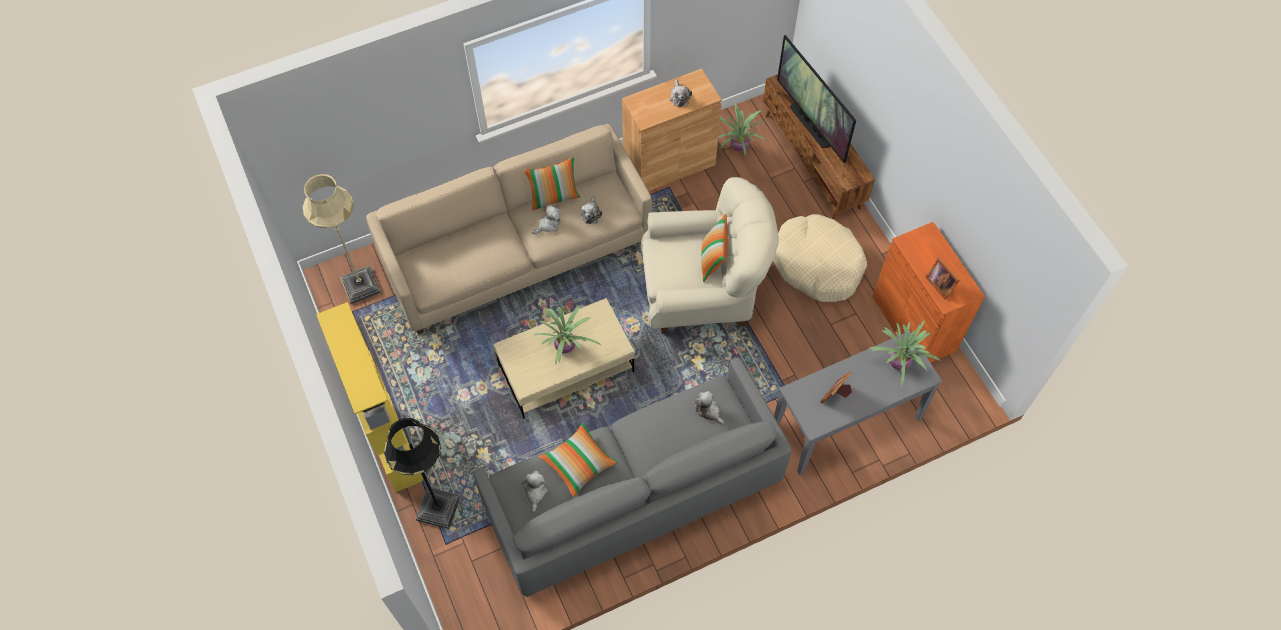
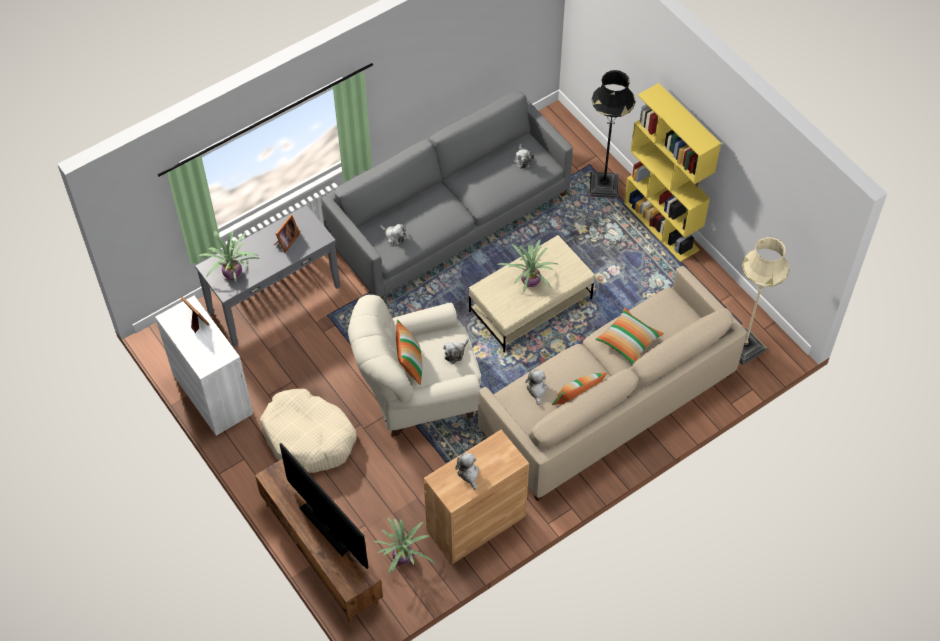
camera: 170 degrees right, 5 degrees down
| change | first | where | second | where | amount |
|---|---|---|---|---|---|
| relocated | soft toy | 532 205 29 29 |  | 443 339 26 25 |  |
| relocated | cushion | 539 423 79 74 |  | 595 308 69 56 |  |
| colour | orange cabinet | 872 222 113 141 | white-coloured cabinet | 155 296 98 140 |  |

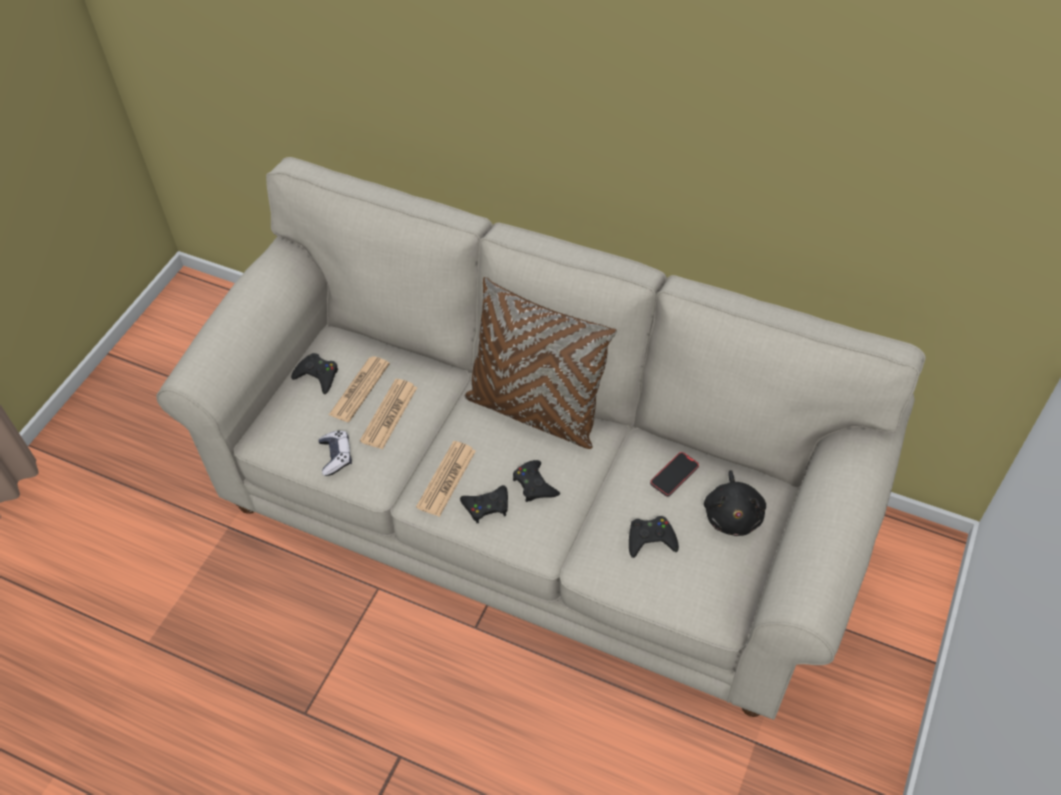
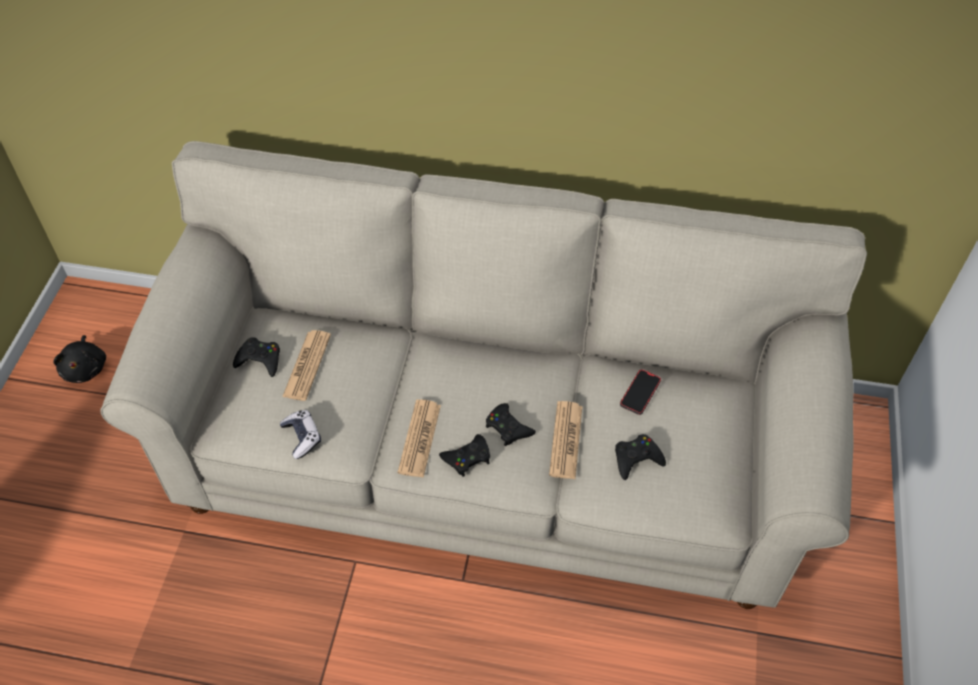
camera: 15 degrees left, 0 degrees up
| change | first | where | second | where | amount |
|---|---|---|---|---|---|
| missing | brownish cushion | 465 277 152 172 |  |  |  |
| relocated | daily paper | 360 379 58 70 |  | 549 401 33 78 |  |
| relocated | black-coloured soft toy | 704 470 62 66 |  | 53 335 53 48 |  |

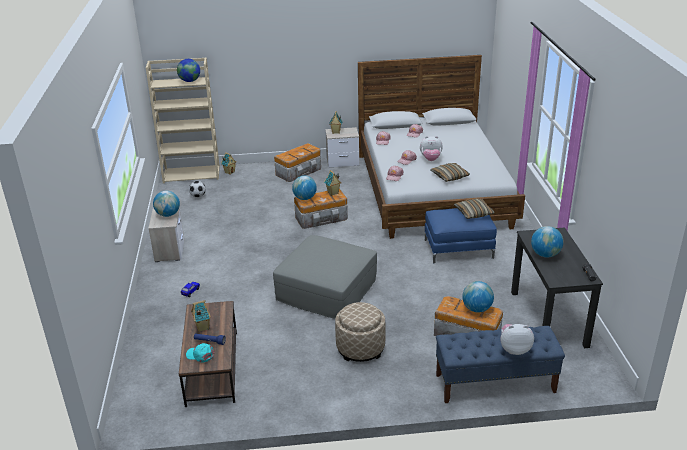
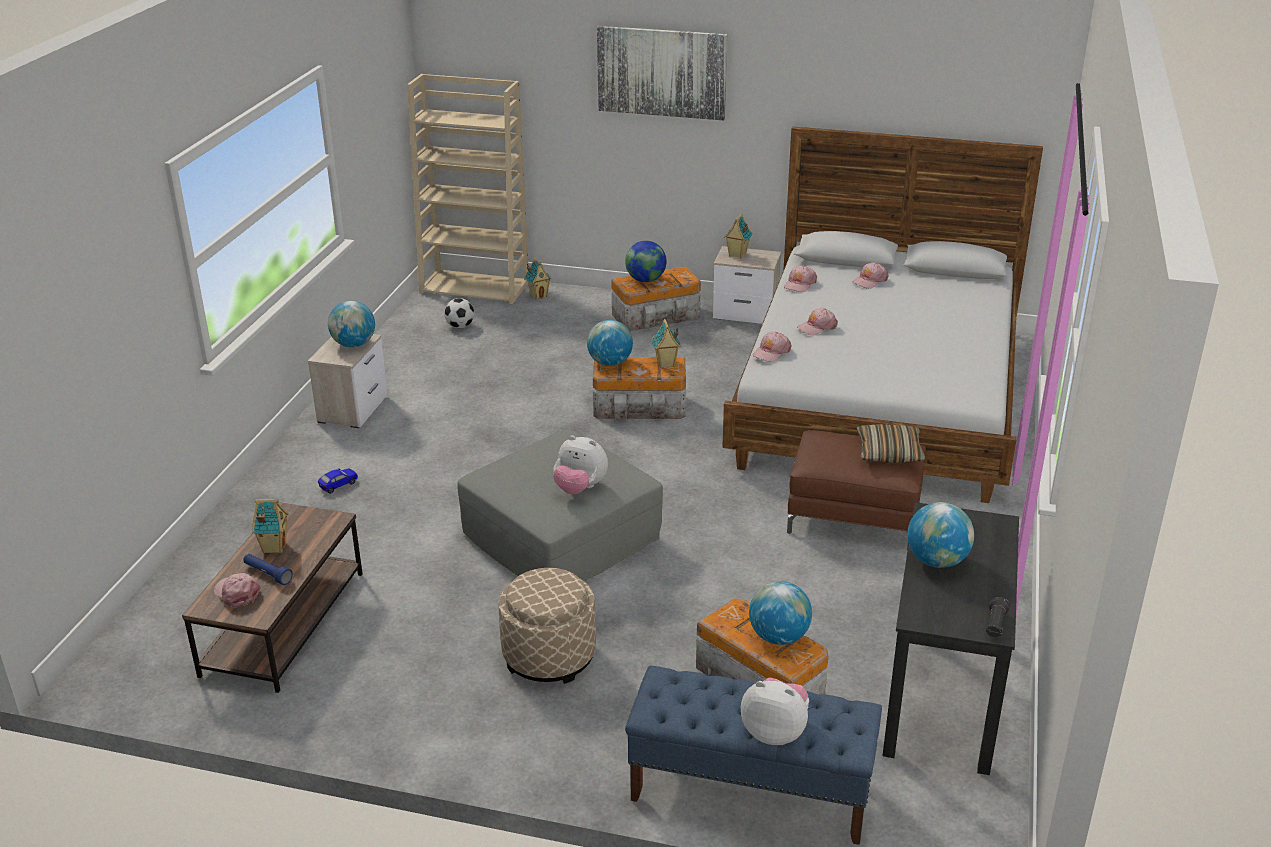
camera: 20 degrees right, 0 degrees up
| change | first | where | second | where | amount |
|---|---|---|---|---|---|
| missing | cushion | 430 163 40 19 |  |  |  |
| appeared |  |  | wall picture | 597 26 130 94 |  |
| relocated | desk globe | 177 59 23 23 |  | 625 241 42 41 |  |
| relocated | soft toy | 420 136 23 25 |  | 553 435 55 59 |  |
| colour | turquoise-coloured baseball cap | 186 343 28 20 | pink baseball cap | 214 573 47 35 |  |
| colour | blue-coloured ottoman | 425 208 72 55 | brownish ottoman | 787 430 139 120 |  |

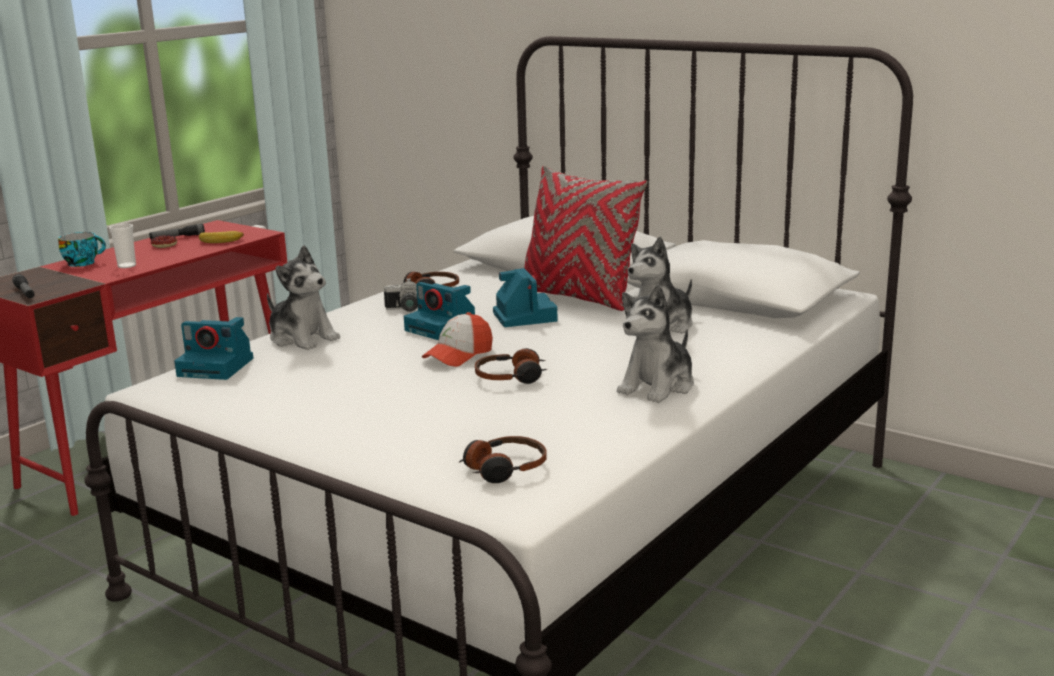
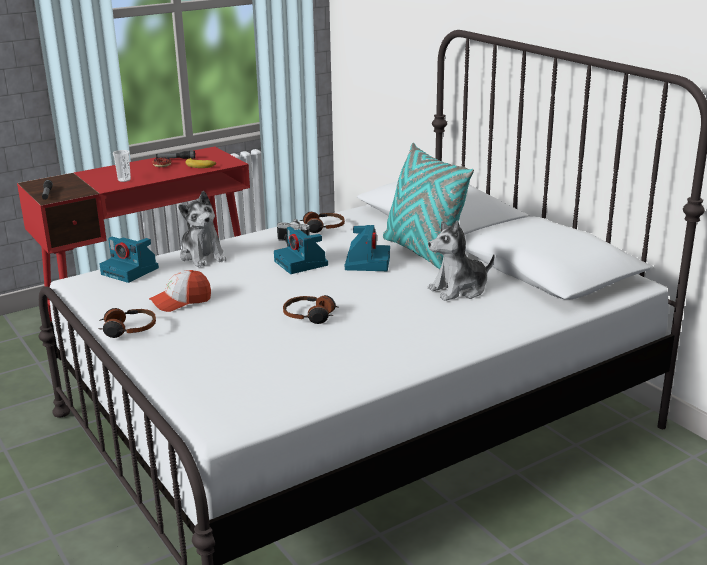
camera: 20 degrees right, 5 degrees up
| change | first | where | second | where | amount |
|---|---|---|---|---|---|
| missing | small cup | 58 232 48 35 |  |  |  |
| missing | soft toy | 617 285 77 118 |  |  |  |
| relocated | baseball cap | 422 312 71 55 |  | 149 270 62 42 |  |
| relocated | headset | 459 436 88 47 |  | 98 308 58 30 |  |
| colour | red cushion | 524 165 124 146 | turquoise-coloured cushion | 383 143 91 126 |  |

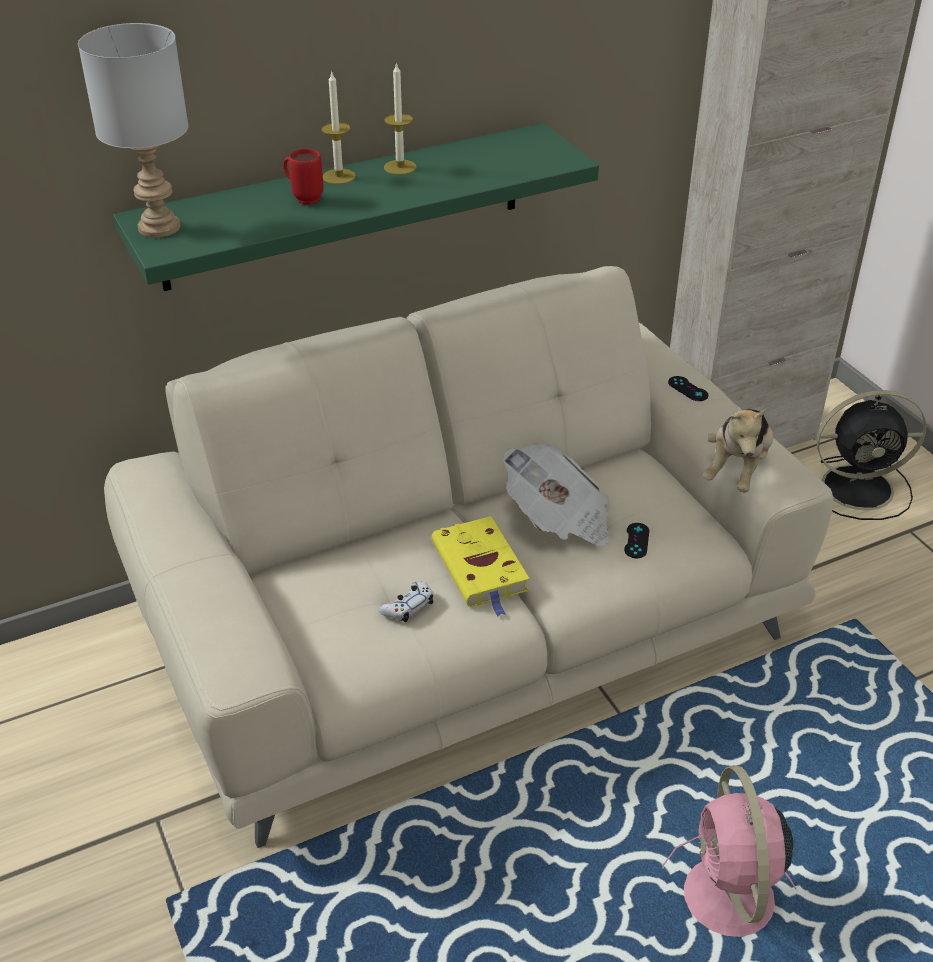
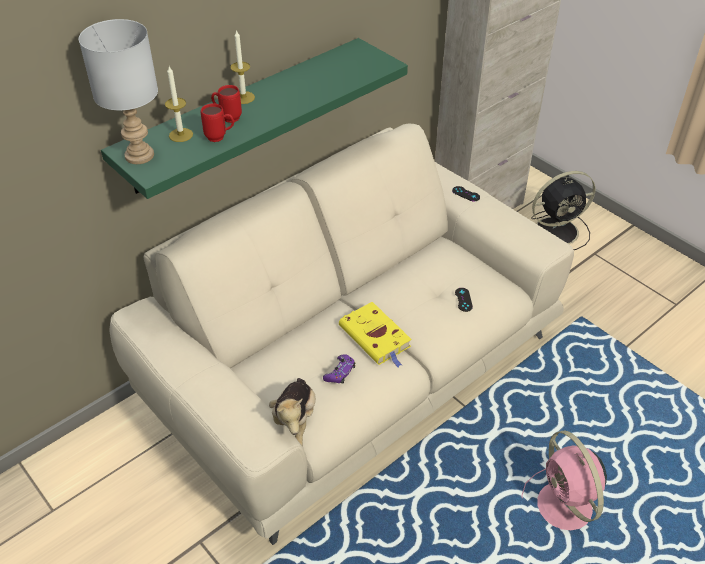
camera: 15 degrees left, 5 degrees up
| change | first | where | second | where | amount |
|---|---|---|---|---|---|
| missing | daily paper | 503 444 106 102 |  |  |  |
| appeared |  |  | red coffee mug | 201 103 33 39 |  |
| relocated | candle | 384 62 33 113 |  | 165 66 28 76 |  |
| relocated | soft toy | 703 407 70 85 |  | 269 378 47 69 |  |
| colour | white-coloured gamepad | 379 581 54 41 | purple gamepad | 323 354 32 30 |  |

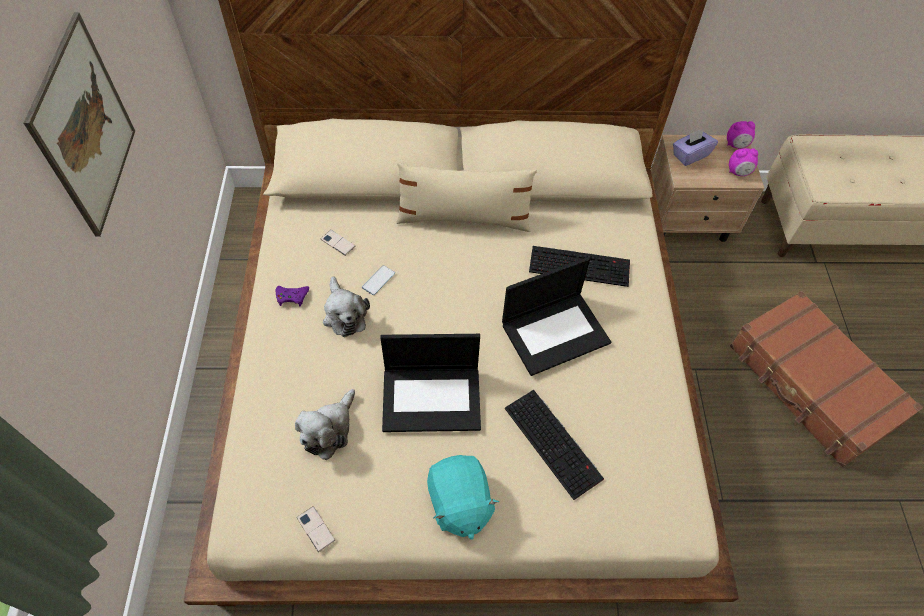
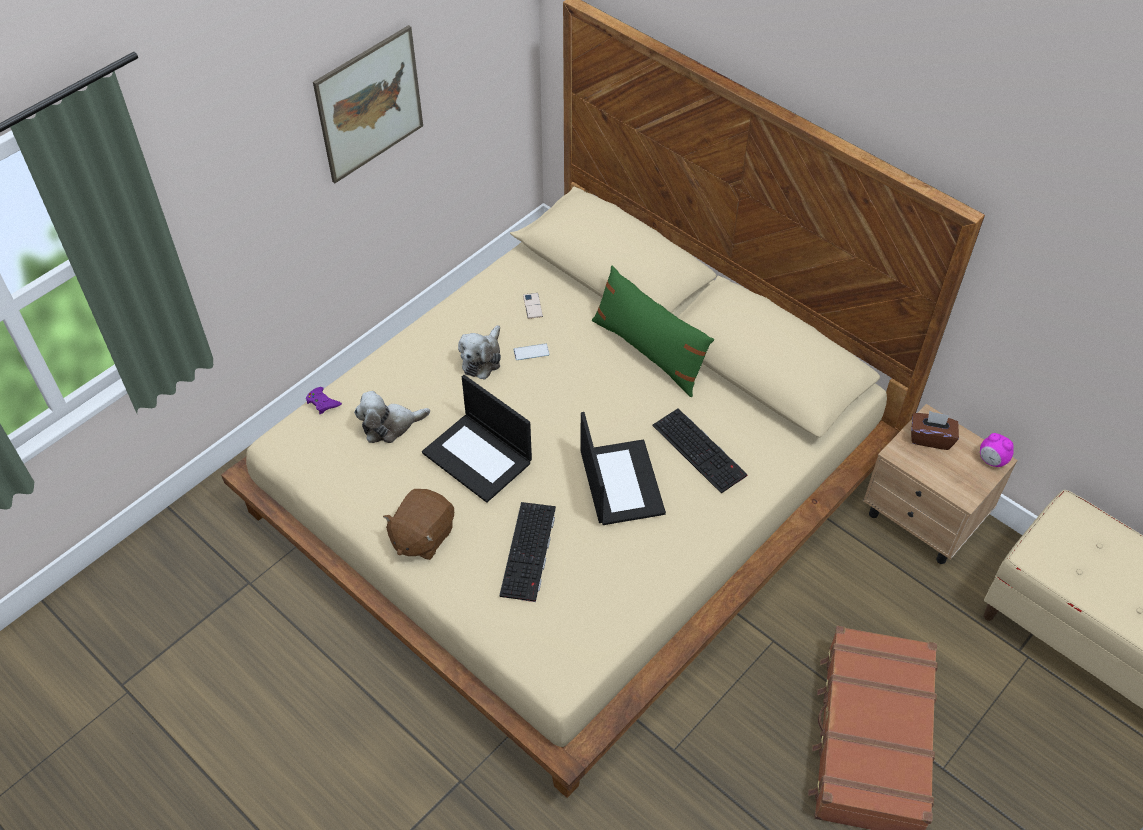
camera: 45 degrees right, 5 degrees down
| change | first | where | second | where | amount |
|---|---|---|---|---|---|
| missing | phone | 297 506 38 46 |  |  |  |
| missing | bedside clock | 729 148 29 28 |  |  |  |
| relocated | purple gamepad | 276 286 33 20 |  | 306 387 36 27 |  |
| colour | beige-coloured cushion | 396 163 141 69 | green-coloured cushion | 592 266 122 131 |  |
| colour | turquoise-coloured soft toy | 427 455 72 85 | brownish soft toy | 383 489 71 71 |  |
| colour | purple tissue holder | 673 128 45 38 | brownish tissue holder | 911 411 48 39 |  |
| spun | notebook computer | 502 257 109 119 |  | 580 412 86 113 | 120 degrees counterclockwise |

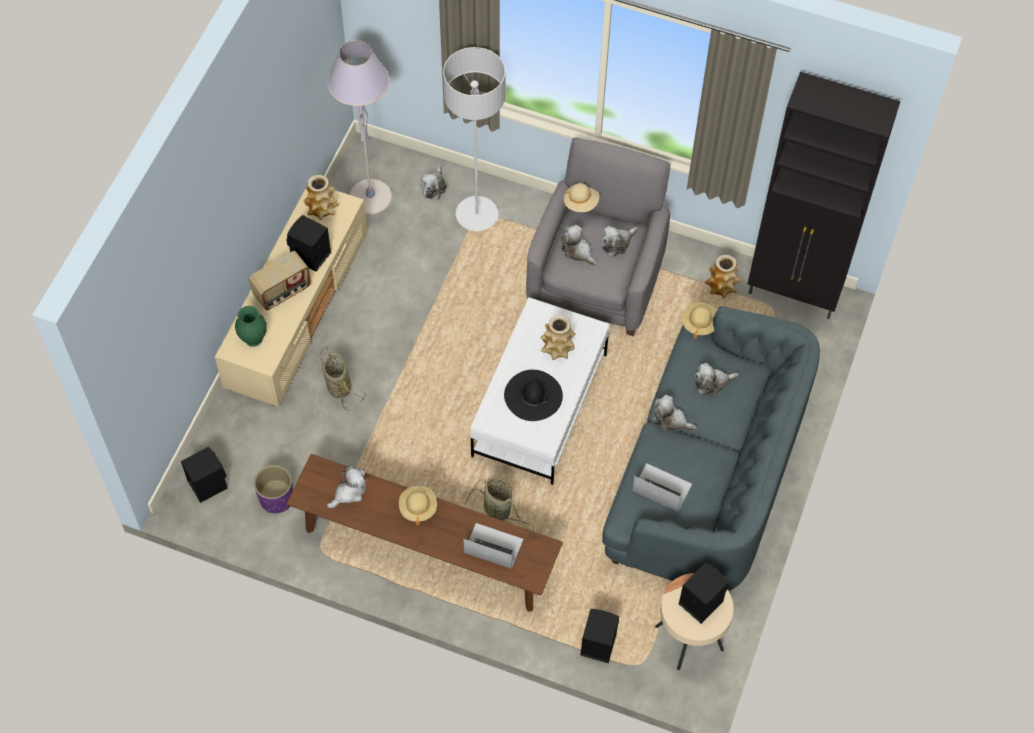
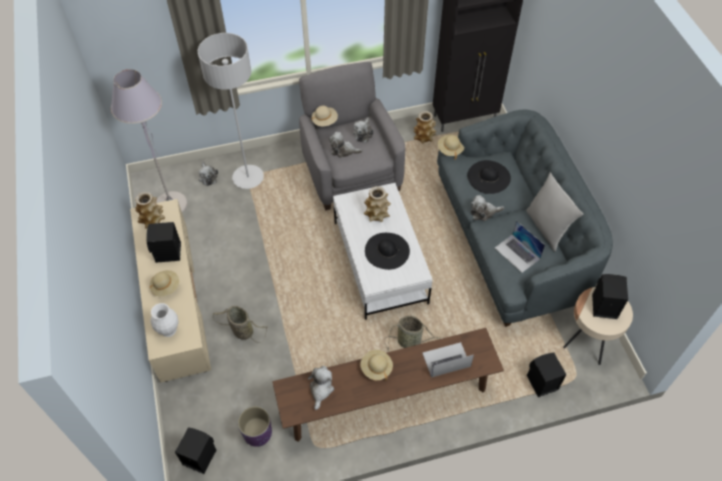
camera: 35 degrees left, 5 degrees down
| change | first | where | second | where | amount |
|---|---|---|---|---|---|
| appeared |  |  | greyish cushion | 526 172 57 80 |  |
| exchanged | radio | 249 251 62 60 | beige-coloured clothing hat | 150 270 29 27 |  |
| exchanged | soft toy | 695 363 44 32 | black-coloured clothing hat | 467 160 44 34 |  |
| colour | green-coloured decorative vase | 235 306 32 41 | white-coloured decorative vase | 151 303 27 34 |  |
| spun | notebook computer | 632 463 60 48 |  | 495 221 50 52 | 120 degrees counterclockwise |

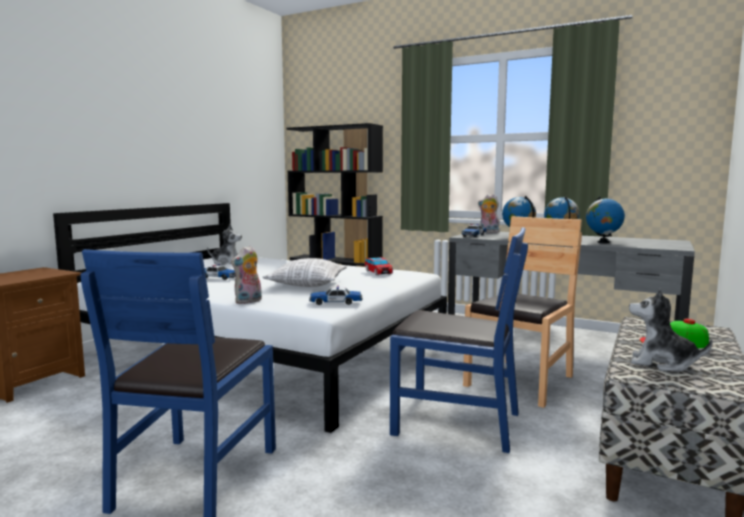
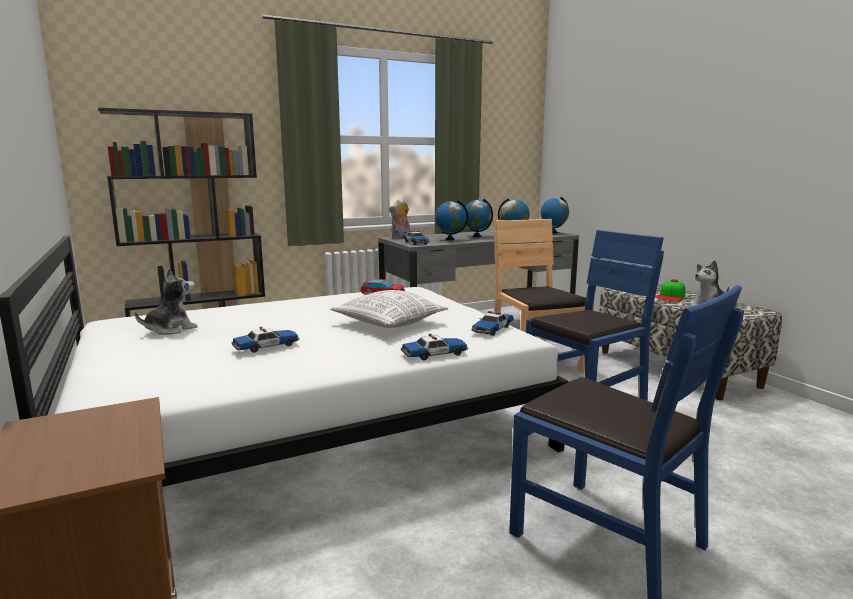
camera: 55 degrees left, 5 degrees up
| change | first | where | second | where | amount |
|---|---|---|---|---|---|
| appeared |  |  | desk globe | 540 197 29 37 |  |
| exchanged | soft toy | 231 246 31 58 | toy car | 401 334 67 26 |  |

